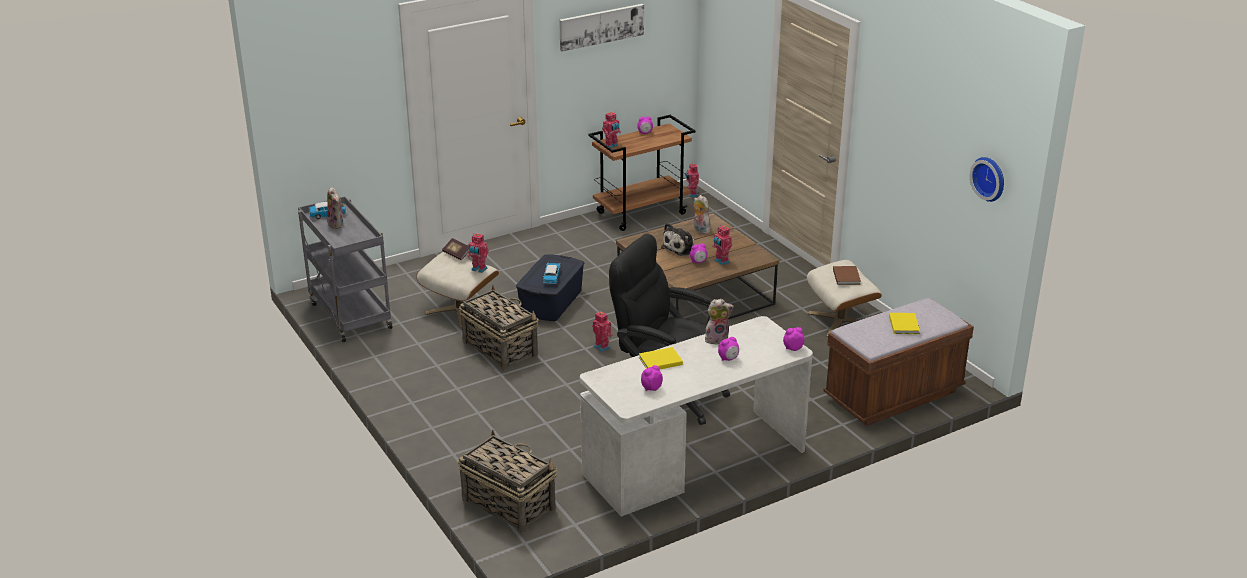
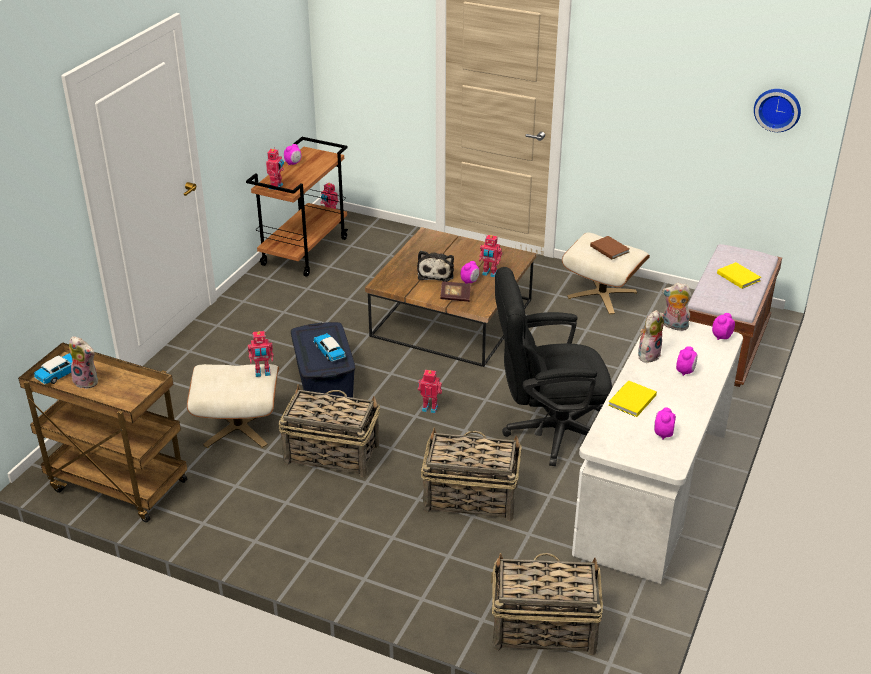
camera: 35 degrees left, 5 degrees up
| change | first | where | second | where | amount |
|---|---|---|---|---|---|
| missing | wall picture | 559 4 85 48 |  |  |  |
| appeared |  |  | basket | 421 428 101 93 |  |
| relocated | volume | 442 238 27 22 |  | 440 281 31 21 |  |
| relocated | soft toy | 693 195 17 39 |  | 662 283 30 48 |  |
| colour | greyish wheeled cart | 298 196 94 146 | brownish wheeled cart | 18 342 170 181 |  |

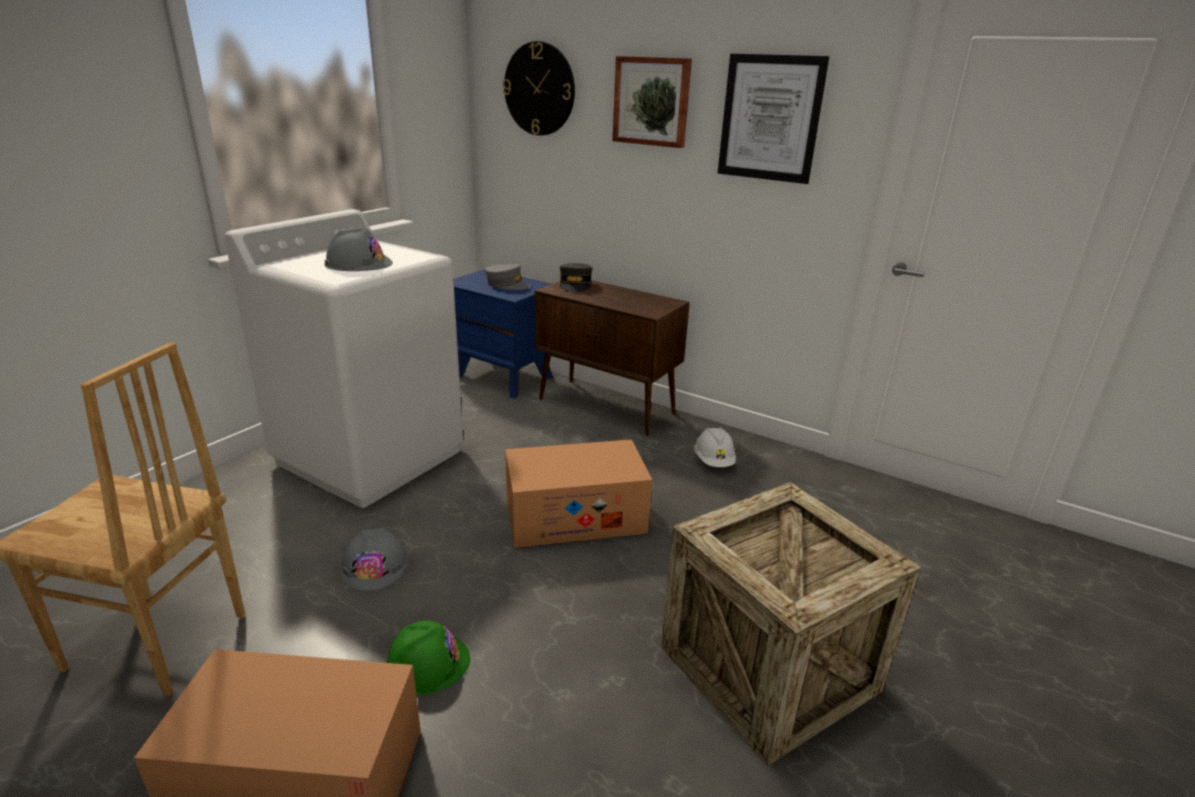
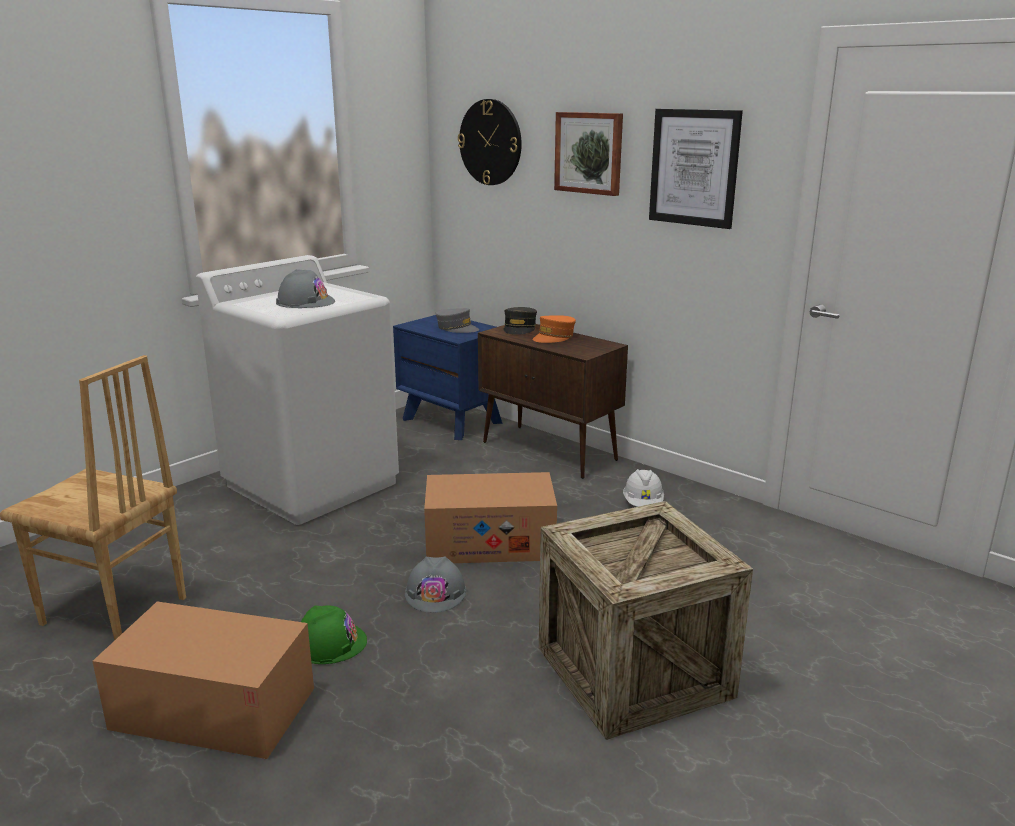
camera: 10 degrees right, 5 degrees down
| change | first | where | second | where | amount |
|---|---|---|---|---|---|
| appeared |  |  | orange baseball cap | 533 315 43 28 |  |
| relocated | greyish safety helmet | 340 528 68 63 |  | 405 557 61 56 |  |

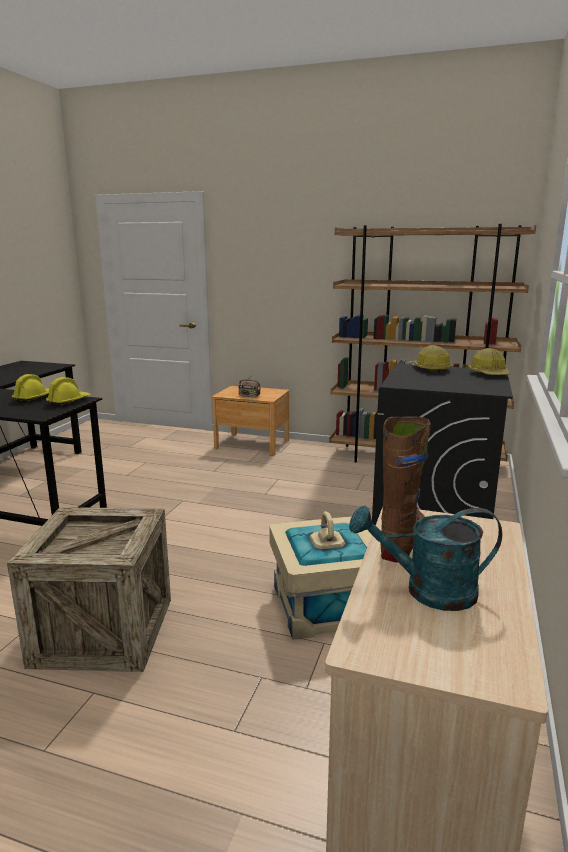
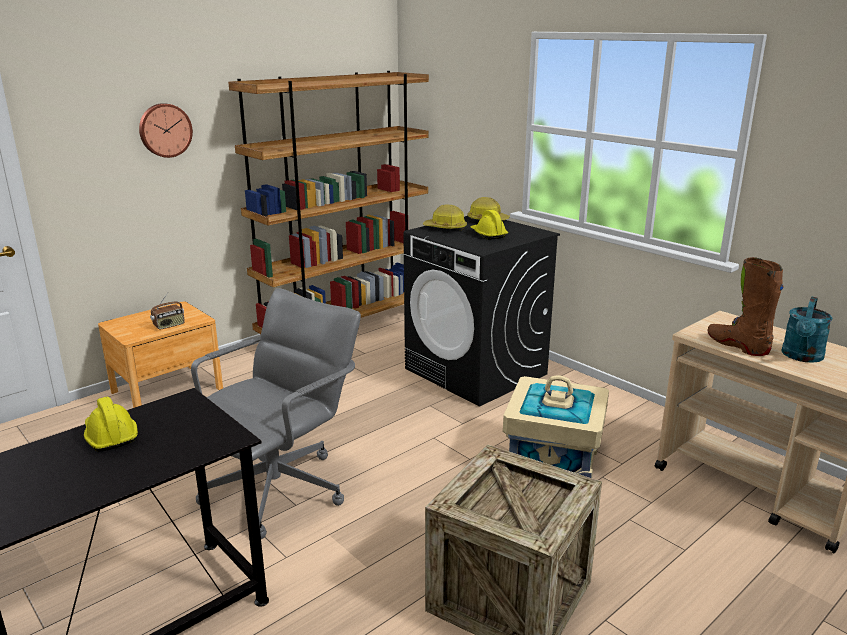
camera: 60 degrees left, 5 degrees up
| change | first | where | second | where | amount |
|---|---|---|---|---|---|
| appeared |  |  | wall clock | 139 103 54 55 |  |
| appeared |  |  | greyish office chair | 191 288 170 251 |  |
| relocated | yellow-coloured safety helmet | 46 377 45 29 |  | 471 210 37 30 |  |

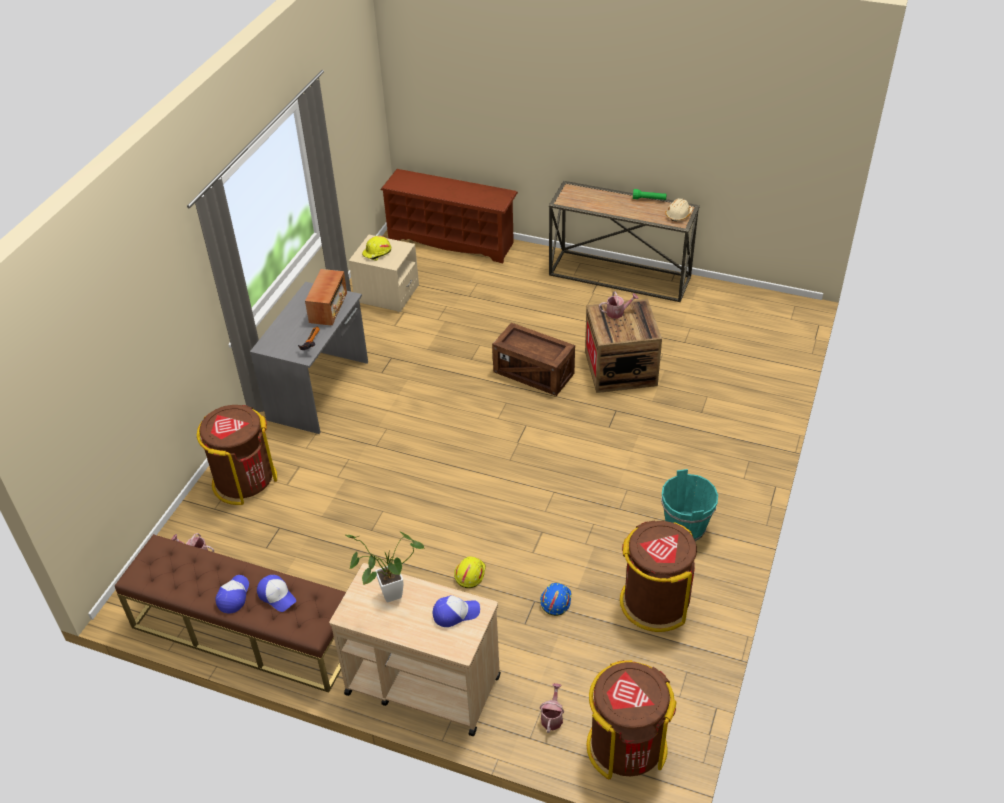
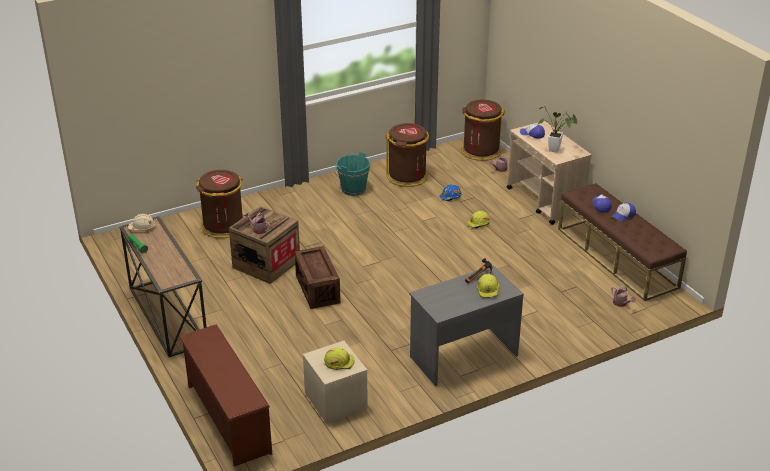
camera: 140 degrees left, 10 degrees down
| change | first | where | second | where | amount |
|---|---|---|---|---|---|
| missing | radio | 305 269 42 56 |  |  |  |
| appeared |  |  | yellow-coloured safety helmet | 477 273 23 25 |  |
| relocated | brownish rubbish bin | 197 405 80 100 |  | 196 170 47 68 |  |

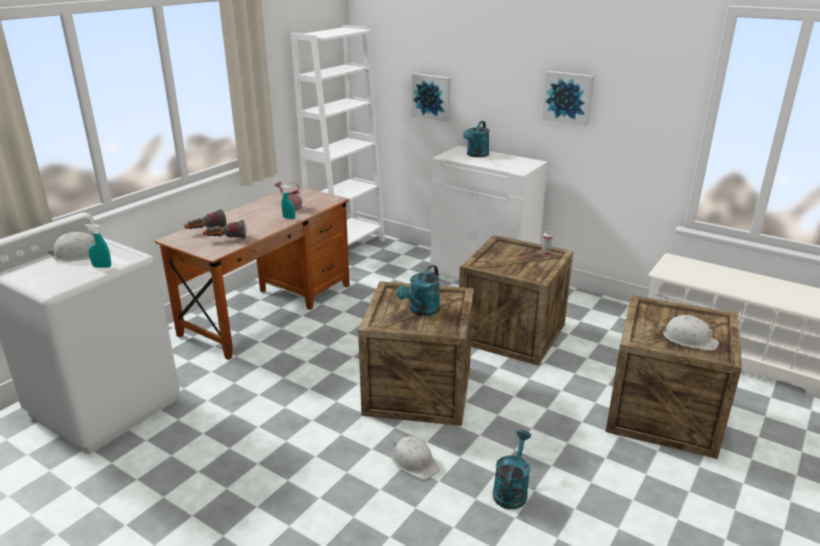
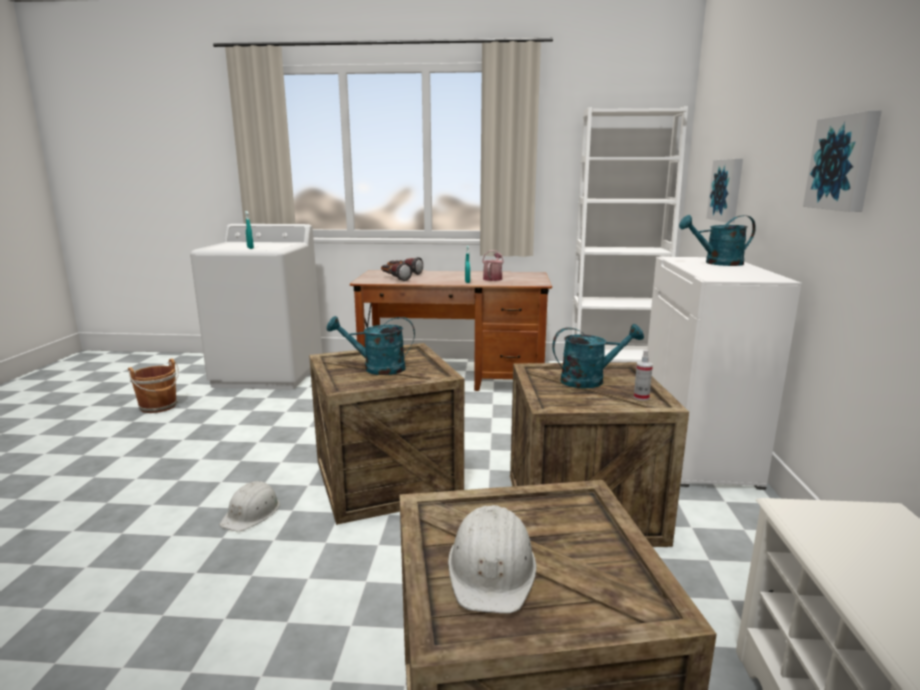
camera: 60 degrees right, 10 degrees down
| change | first | where | second | where | amount |
|---|---|---|---|---|---|
| missing | white-coloured safety helmet | 48 232 62 30 |  |  |  |
| appeared |  |  | brownish water bucket | 128 359 51 54 |  |
| relocated | turquoise-coloured watering pot | 493 430 38 79 |  | 552 324 92 64 |  |

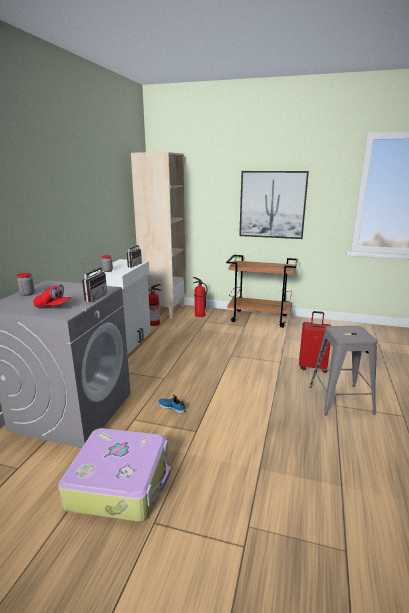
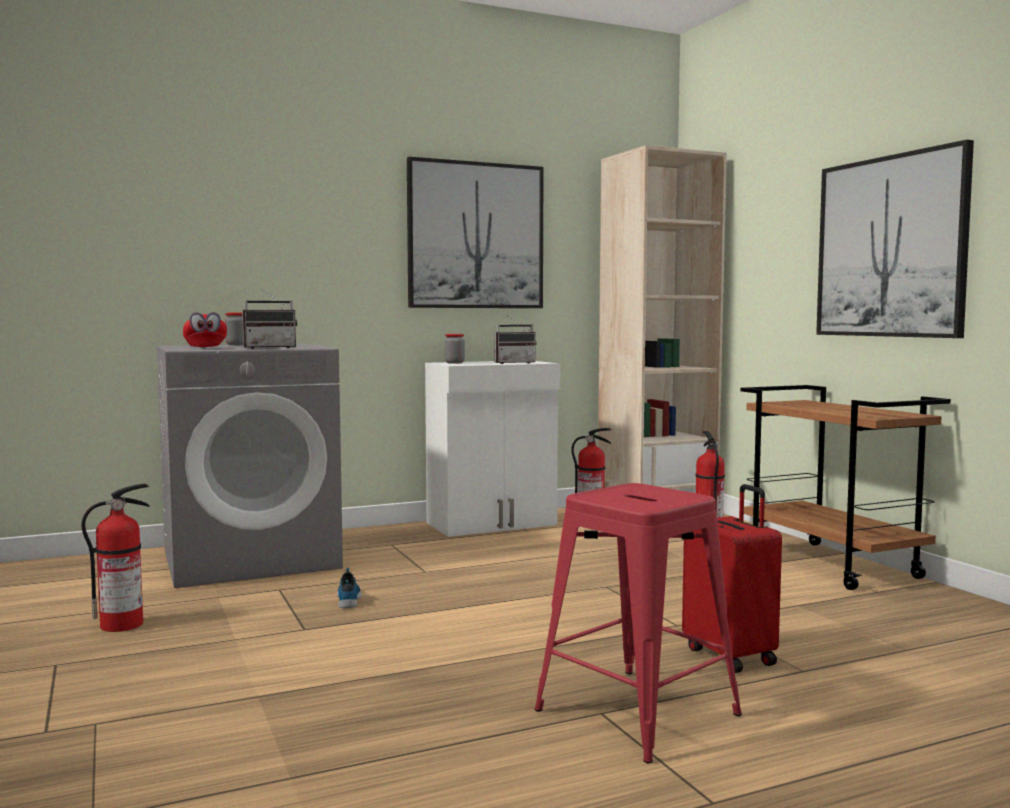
camera: 50 degrees right, 15 degrees down
| change | first | where | second | where | amount |
|---|---|---|---|---|---|
| appeared |  |  | wall picture | 407 157 137 151 |  |
| exchanged | suitcase | 58 428 113 93 | extinguisher | 81 484 69 148 |  |
| colour | greyish sitting stool | 309 326 68 90 | red sitting stool | 534 483 208 280 |  |

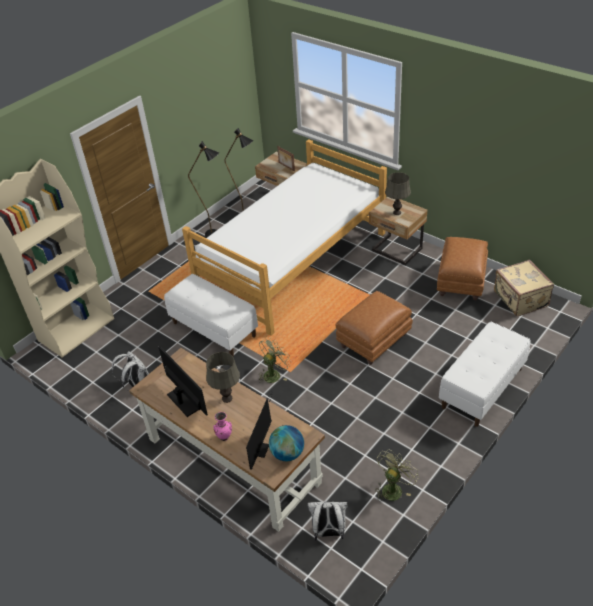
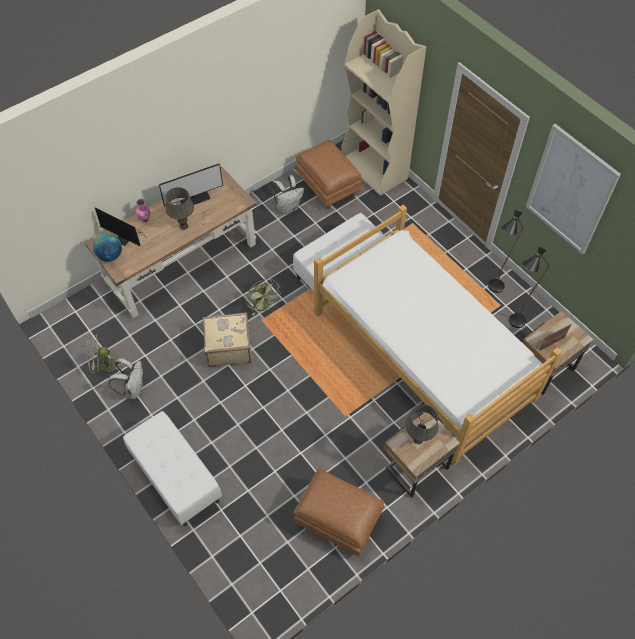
camera: 100 degrees right, 15 degrees up
| change | first | where | second | where | amount |
|---|---|---|---|---|---|
| appeared |  |  | wall picture | 526 124 95 131 |  |
| relocated | white-coloured knapsack | 307 502 41 39 |  | 108 358 35 41 |  |
| relocated | brownish ottoman | 335 291 78 74 |  | 296 140 66 69 |  |
| relocated | beige-coloured suitcase | 494 260 60 56 |  | 203 312 49 55 |  |
| spun | green-coloured electric fan | 375 449 44 52 |  | 87 334 34 45 | 120 degrees clockwise |

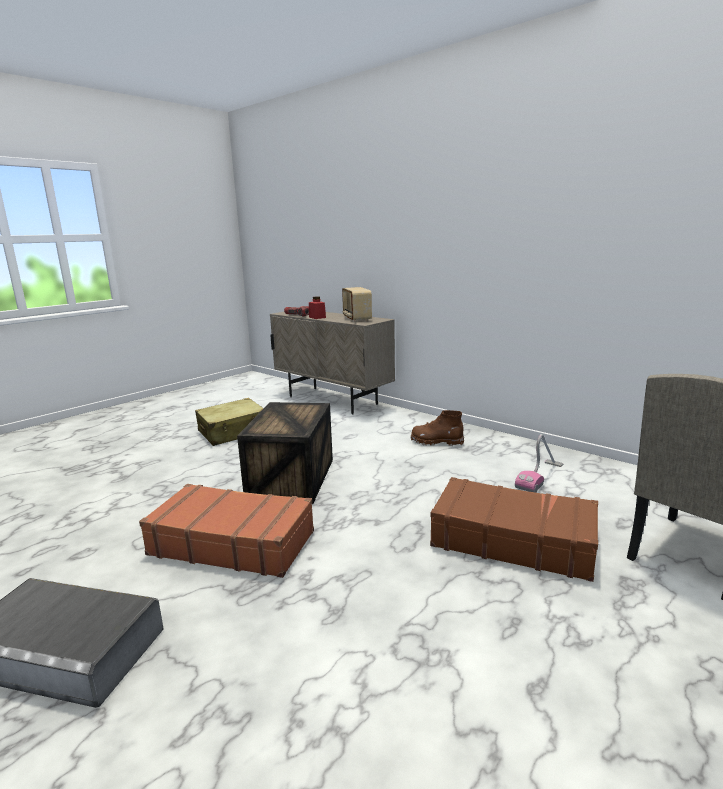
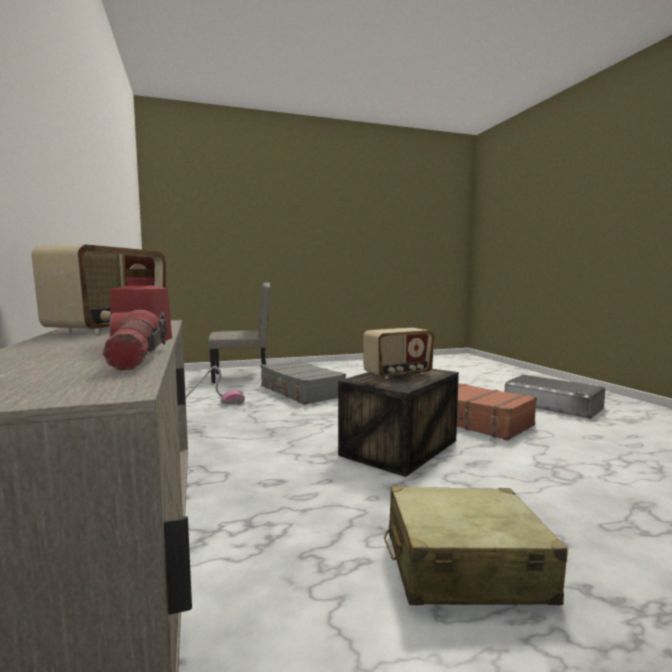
camera: 150 degrees left, 10 degrees down
| change | first | where | second | where | amount |
|---|---|---|---|---|---|
| missing | brownish high-top boot | 411 410 53 36 |  |  |  |
| appeared |  |  | radio | 363 328 71 51 |  |
| colour | brownish suitcase | 430 477 168 105 | greyish suitcase | 261 360 85 45 |  |

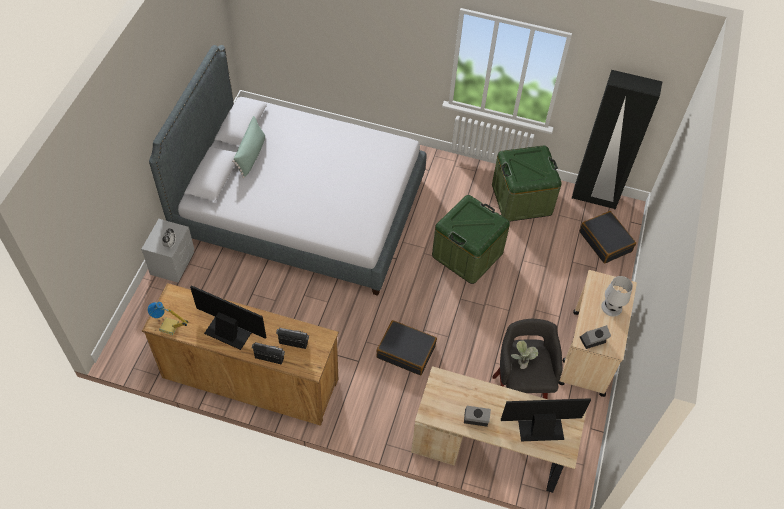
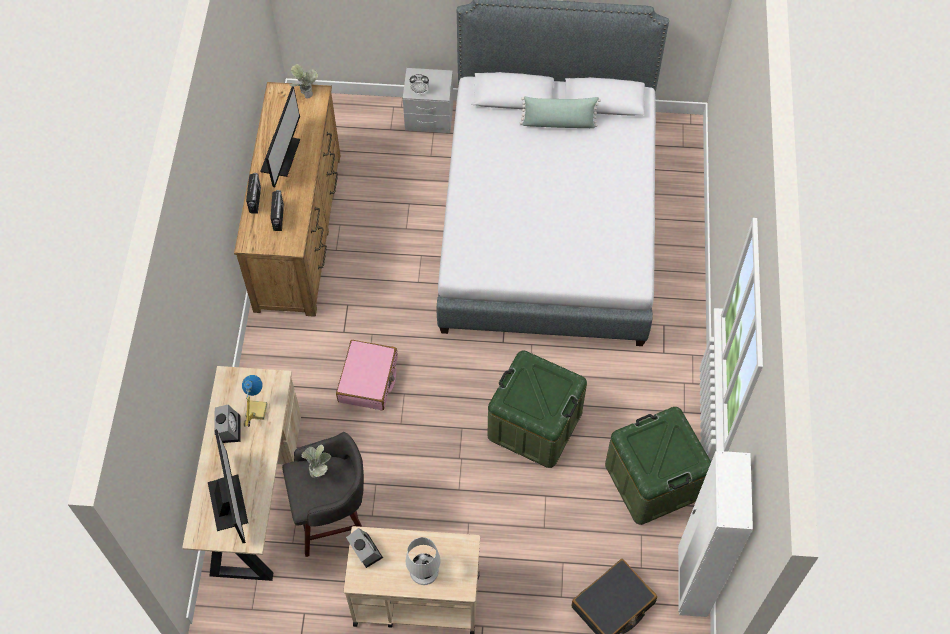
camera: 80 degrees right, 5 degrees up
| change | first | where | second | where | amount |
|---|---|---|---|---|---|
| appeared |  |  | plant in a pot | 289 64 29 35 |  |
| relocated | table lamp | 147 302 42 33 |  | 242 375 26 52 |  |
| colour | black-coloured suitcase | 376 320 61 55 | pink suitcase | 336 340 62 70 |  |
| colour | black-coloured clothes cupboard | 572 70 91 140 | white-coloured clothes cupboard | 678 451 75 166 |  |

